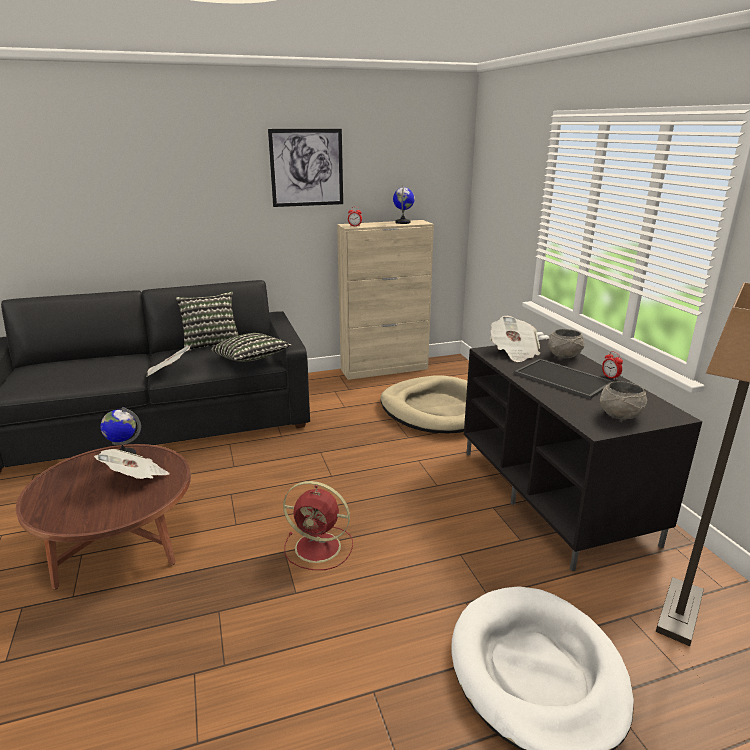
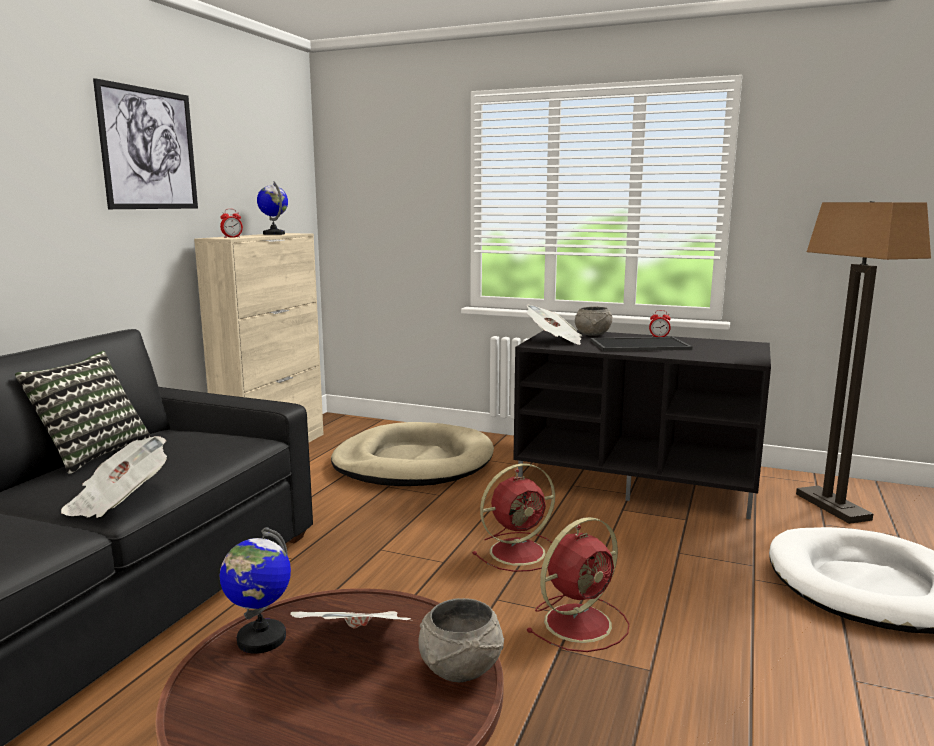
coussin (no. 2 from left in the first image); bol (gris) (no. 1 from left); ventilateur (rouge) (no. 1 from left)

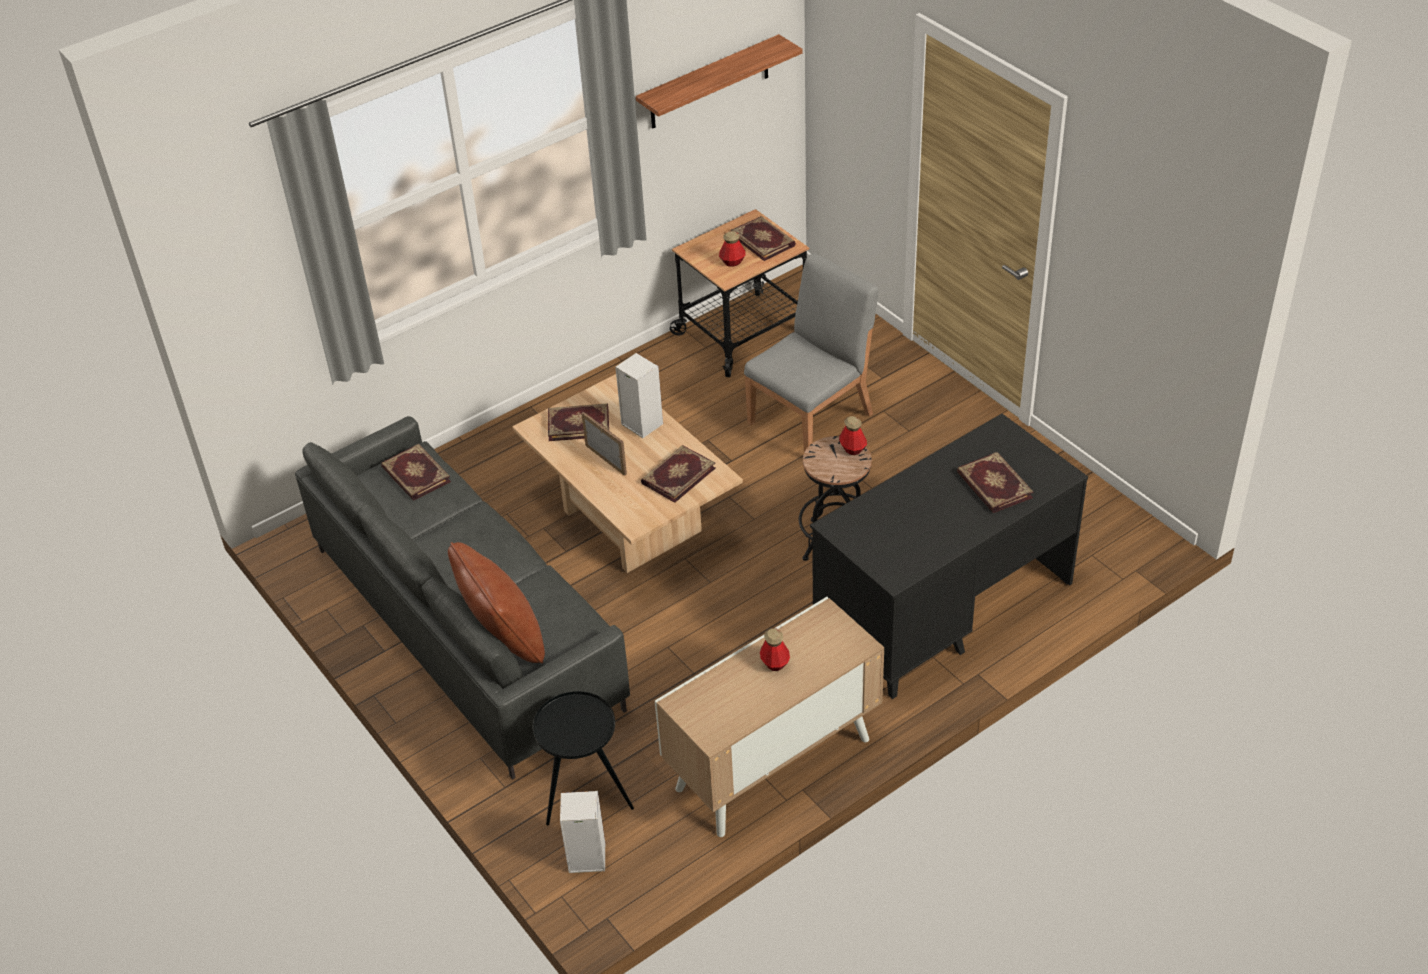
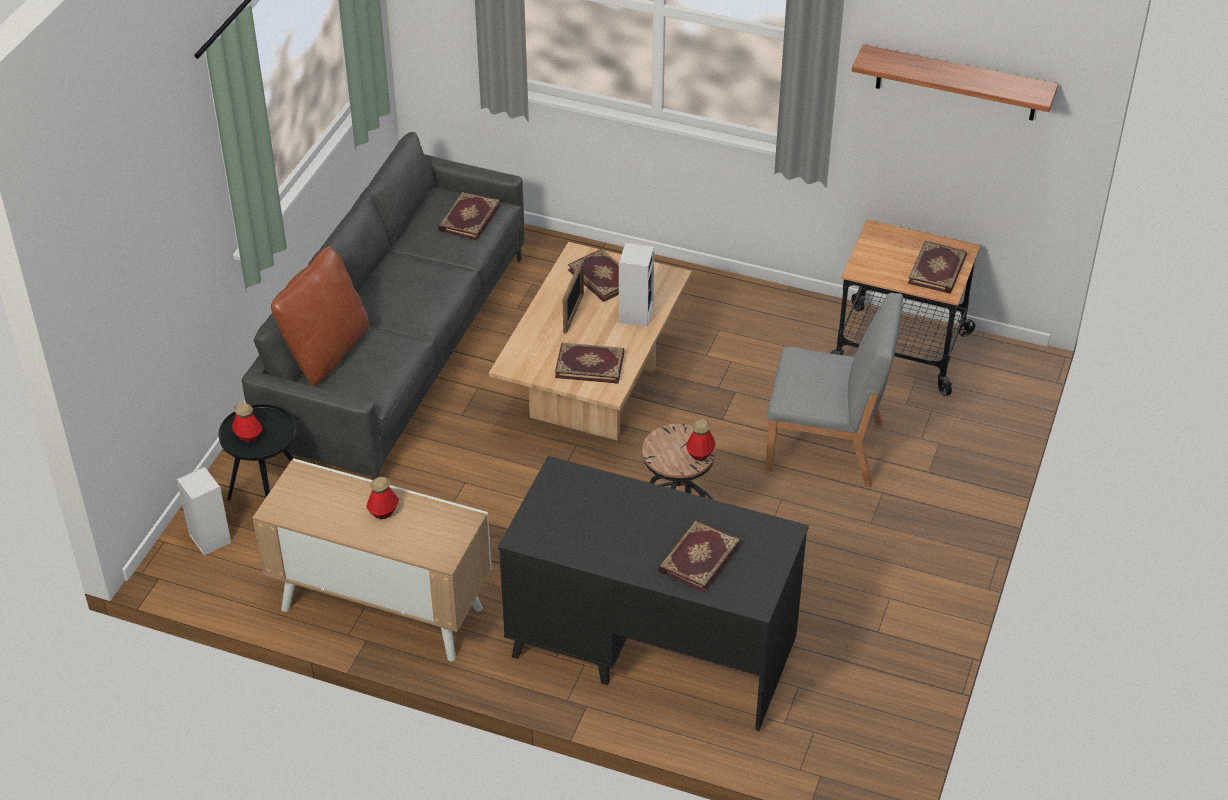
bouteille (no. 1 from left)

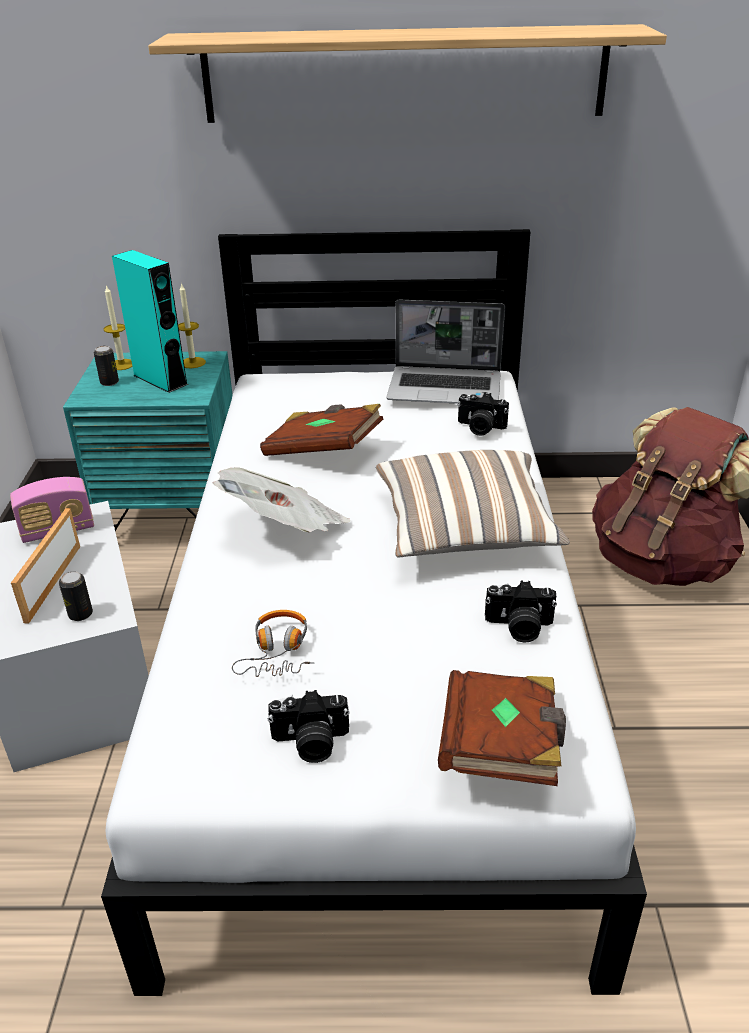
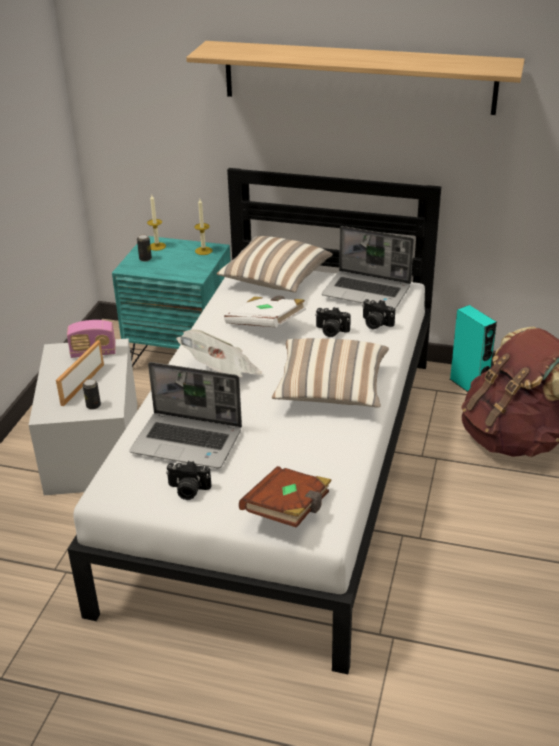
enceinte (turquoise); livre (blanc); appareil photo (no. 2 from left); ordinateur portable (no. 1 from left); coussin (no. 1 from left)

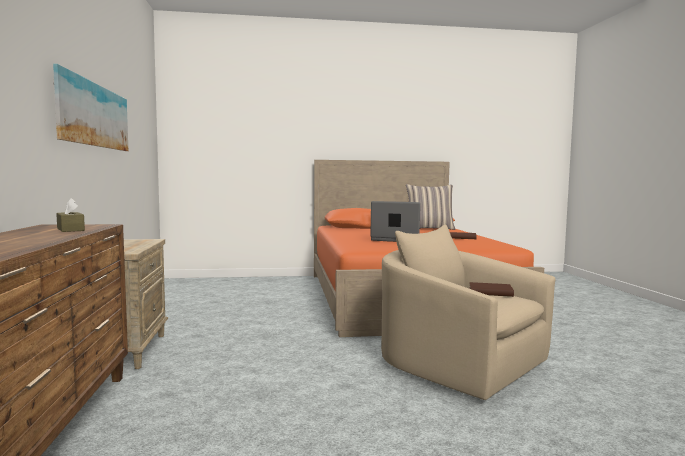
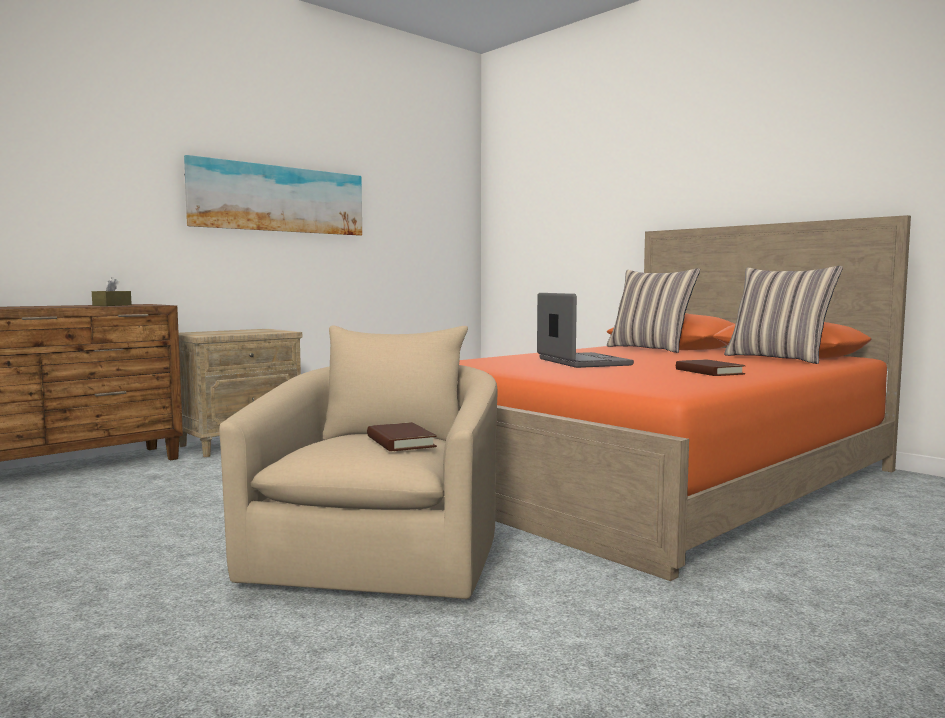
coussin (no. 1 from left)

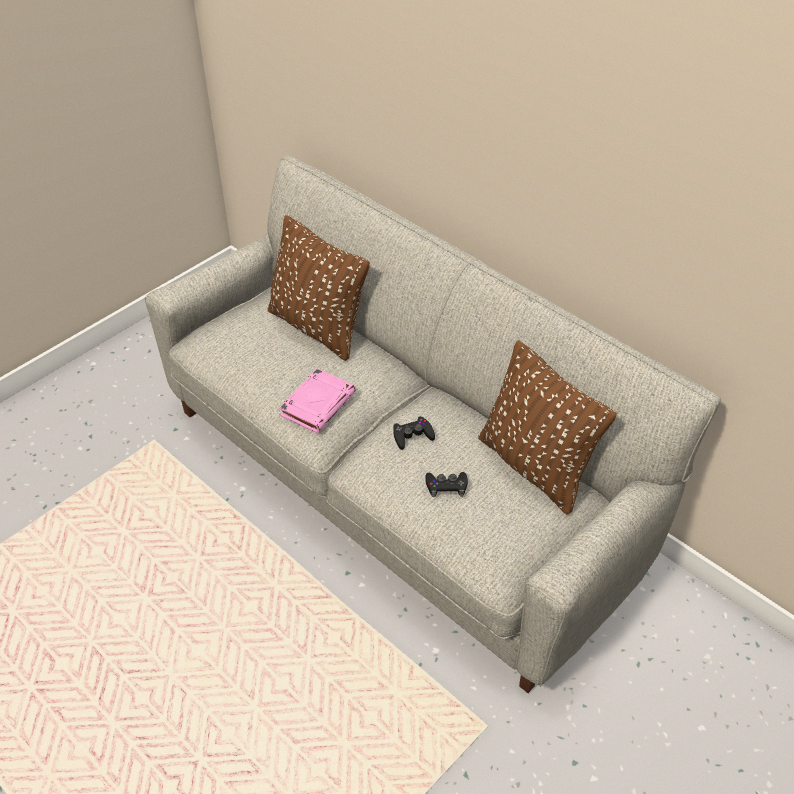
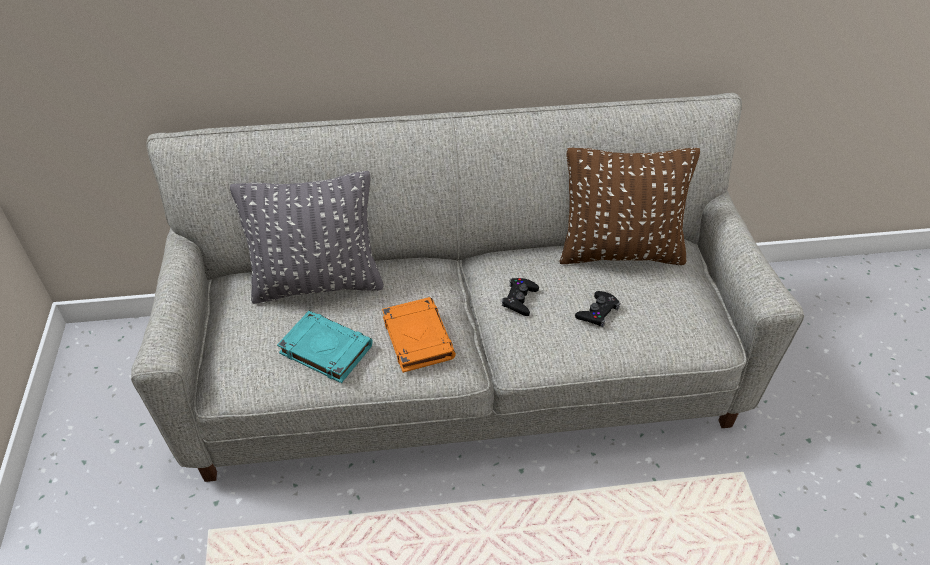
coussin (gris); livre (orange); livre (turquoise)

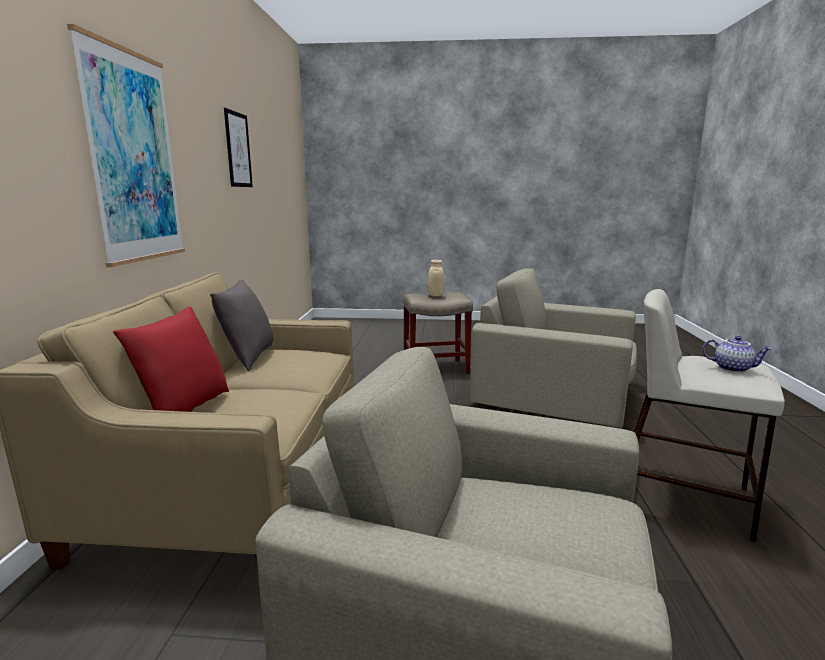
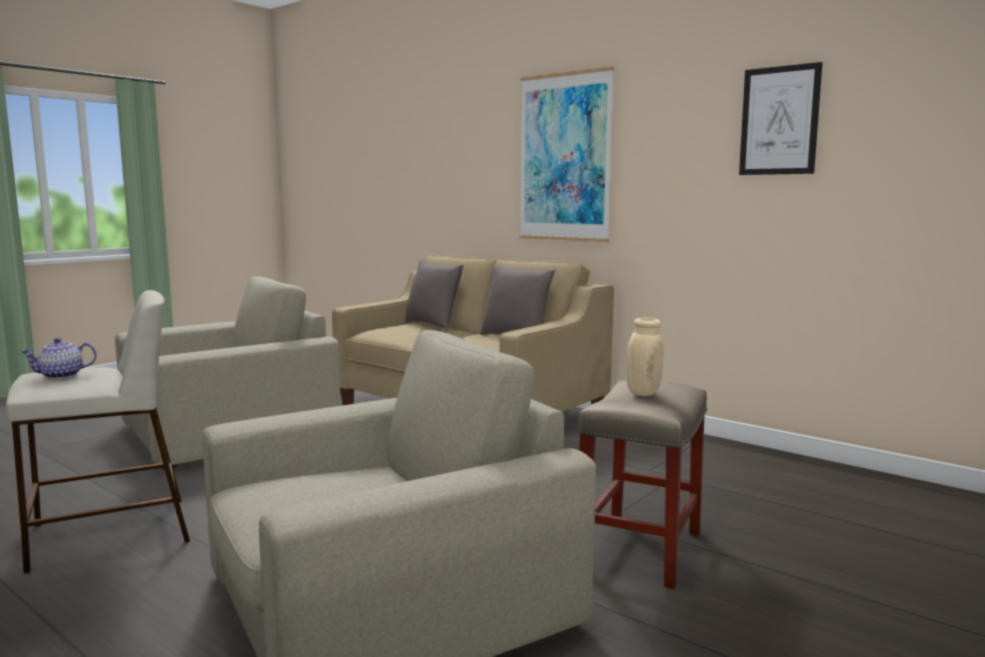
coussin (gris) (no. 1 from left)

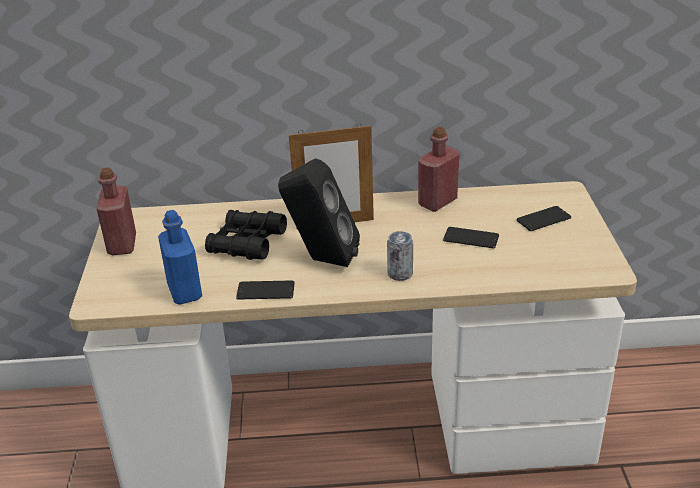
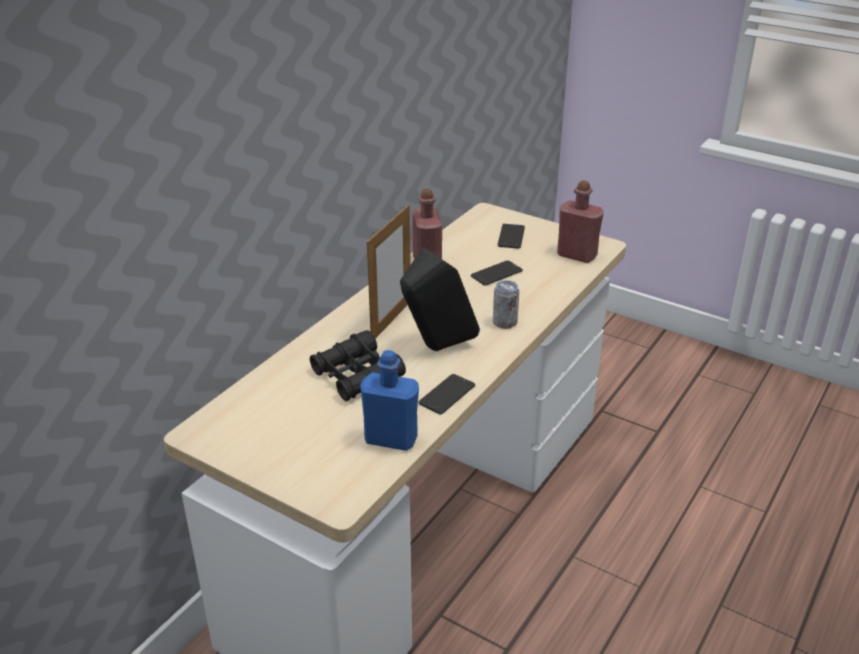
bouteille (rouge) (no. 2 from left)

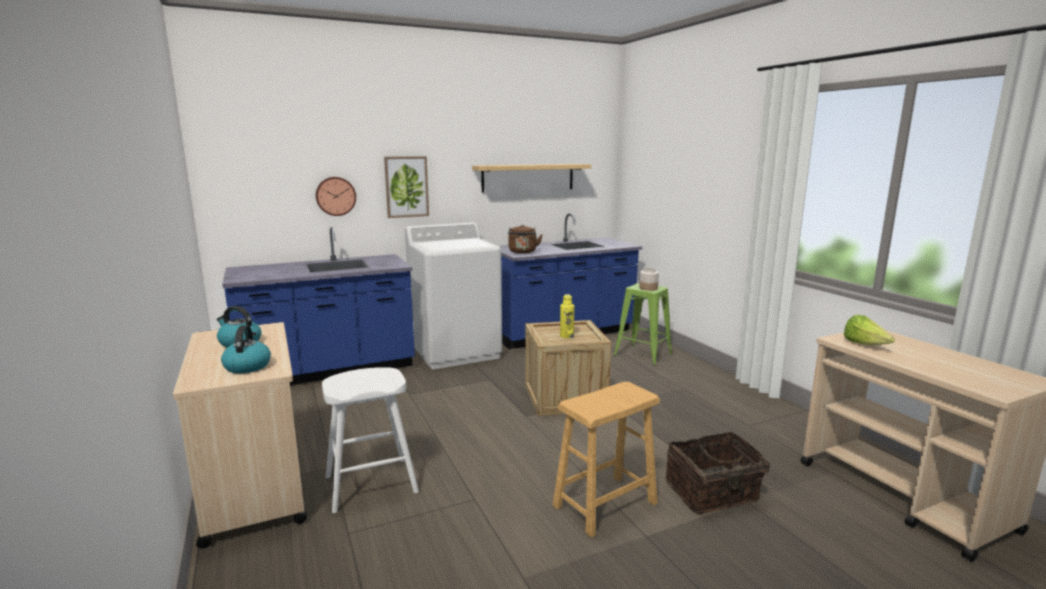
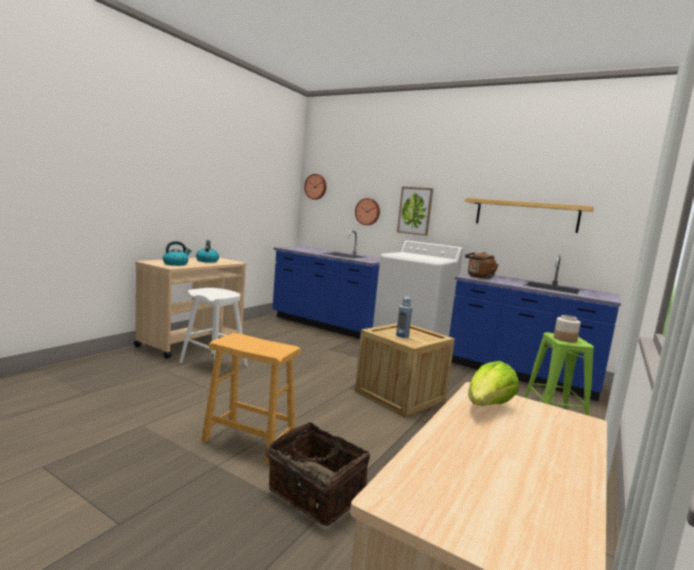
bouteille (bleu); horloge murale (no. 1 from left)

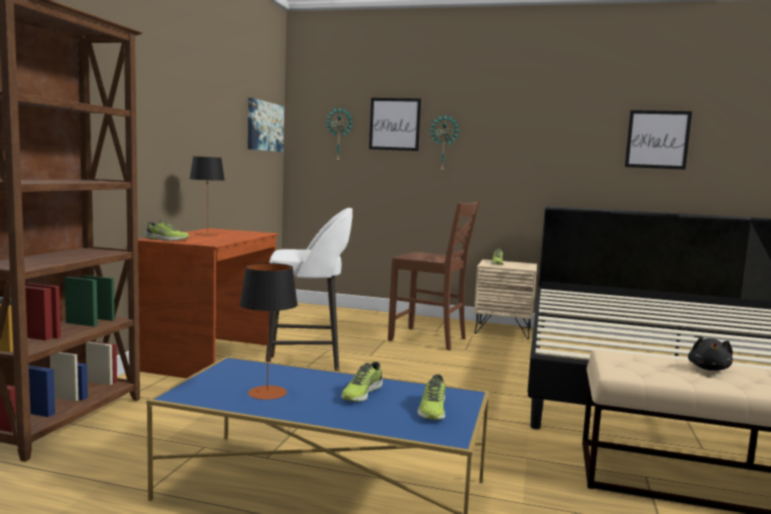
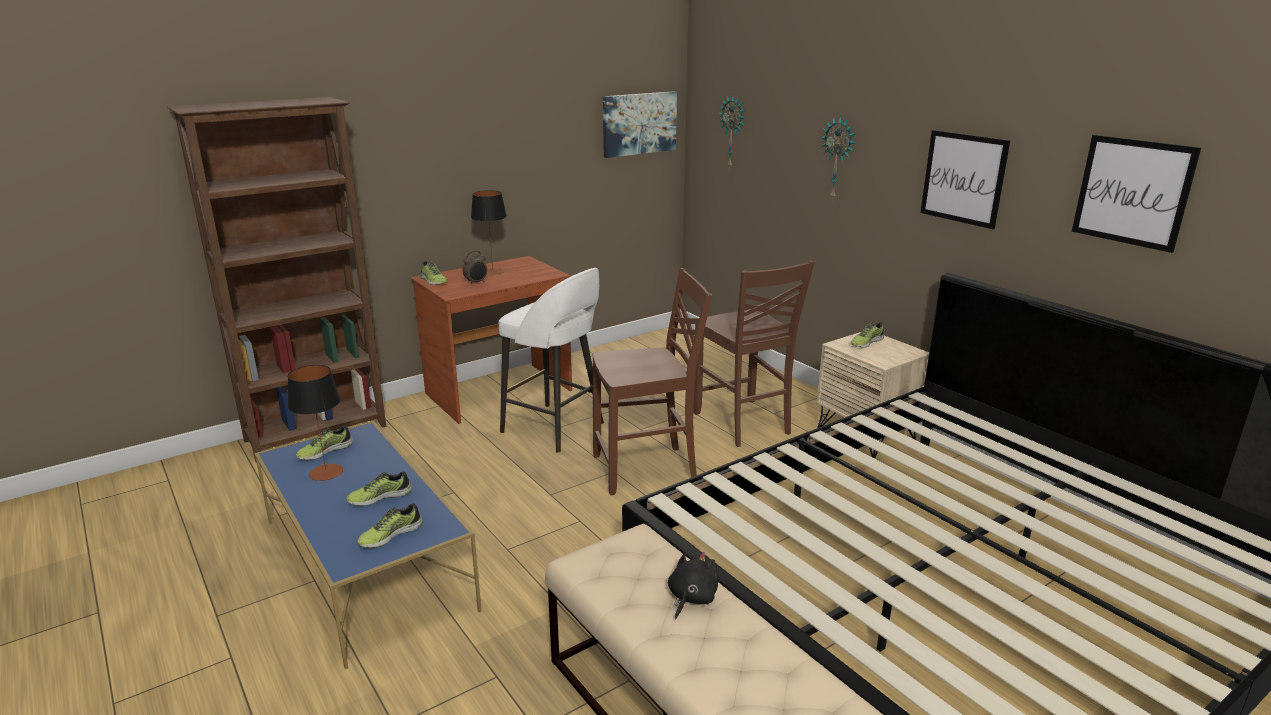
tableau (no. 2 from left); peluche (noir); réveil; chaise (marron) (no. 1 from left); chaussure (no. 1 from left)

